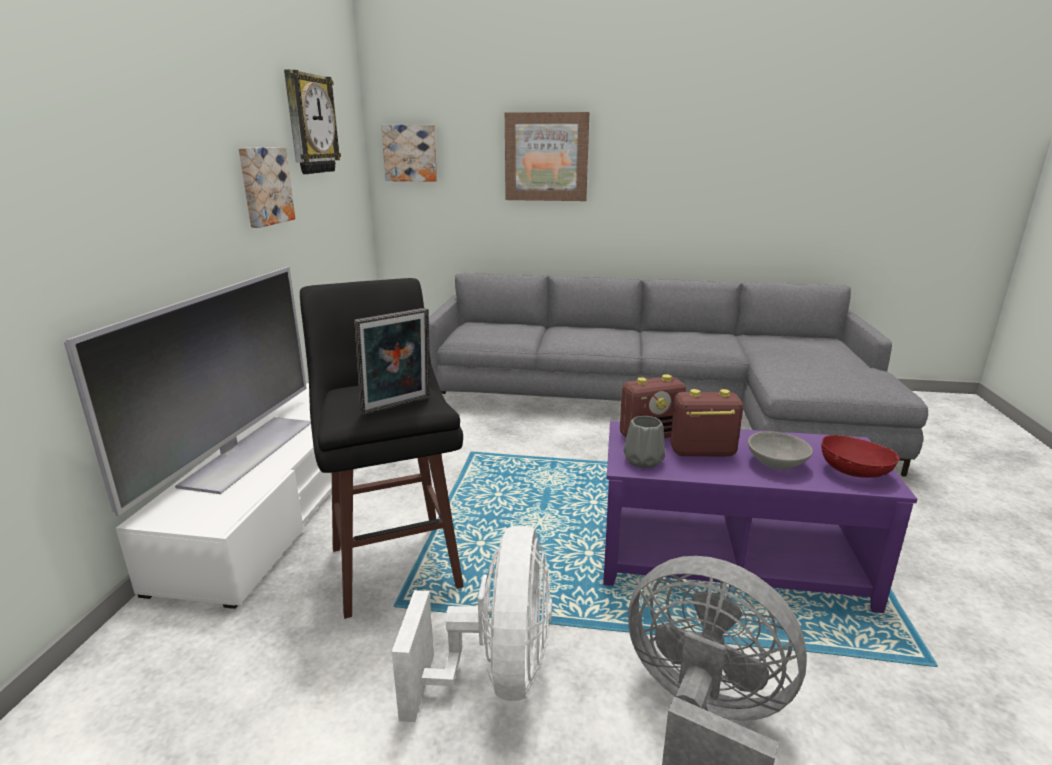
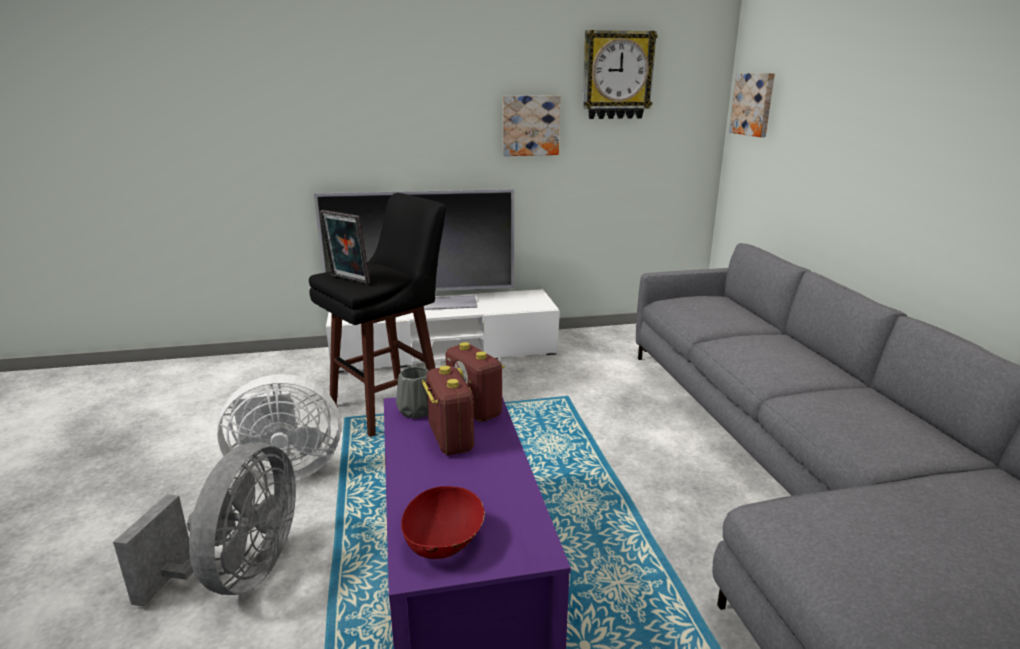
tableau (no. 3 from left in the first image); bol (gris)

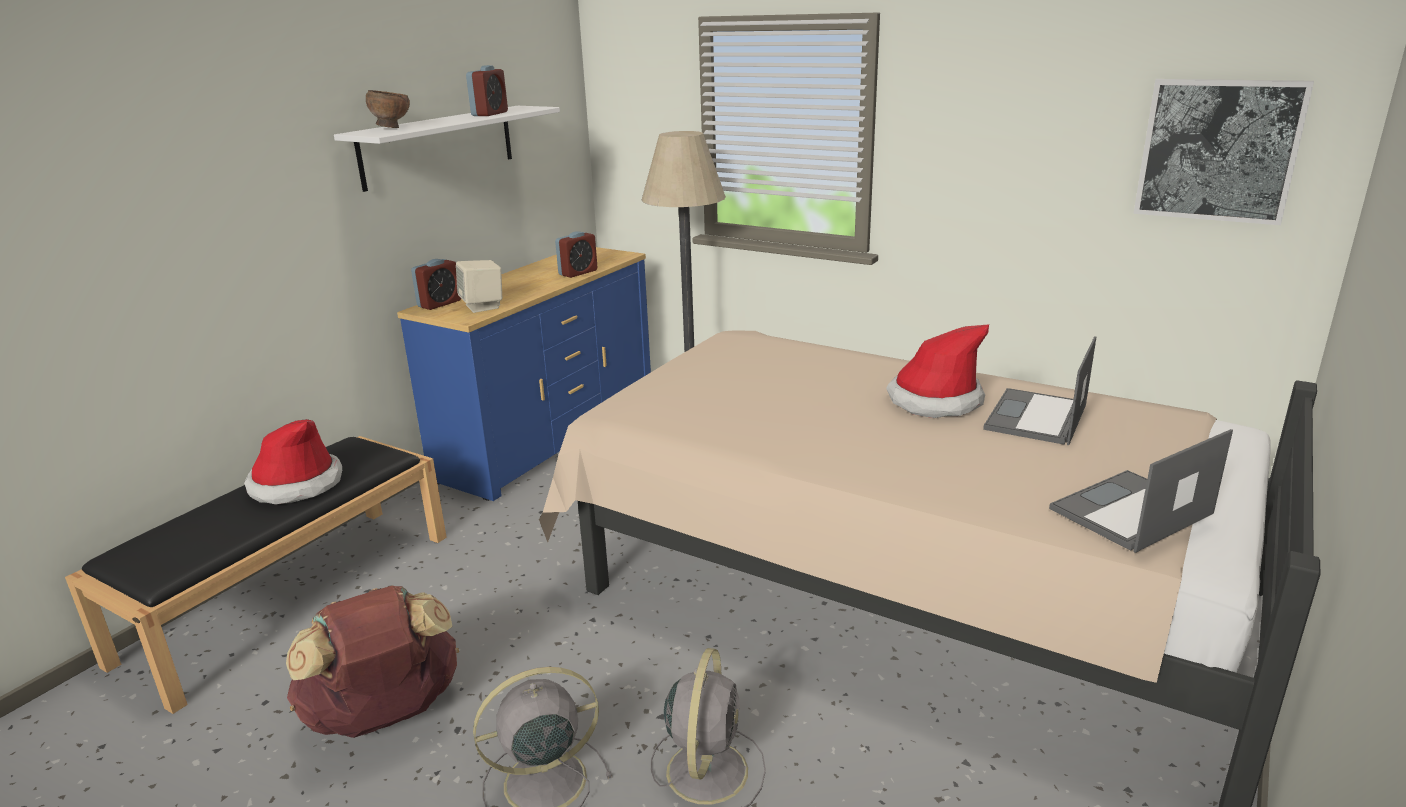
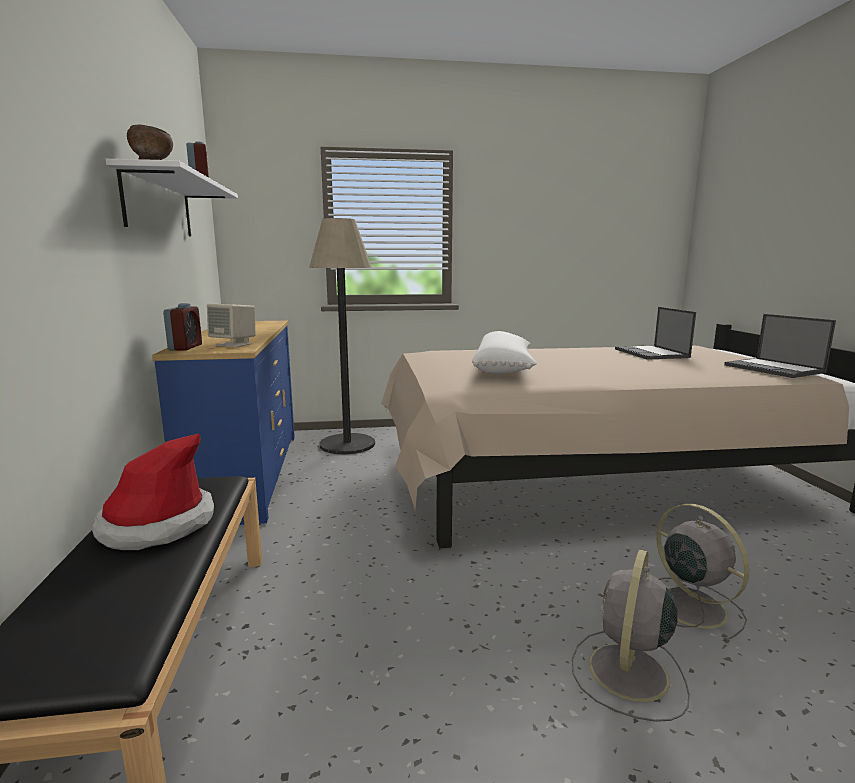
tableau; réveil (no. 3 from left in the first image); chapeau (no. 2 from left in the first image); ordinateur portable (no. 2 from left); sac à dos (marron); coussin (blanc)

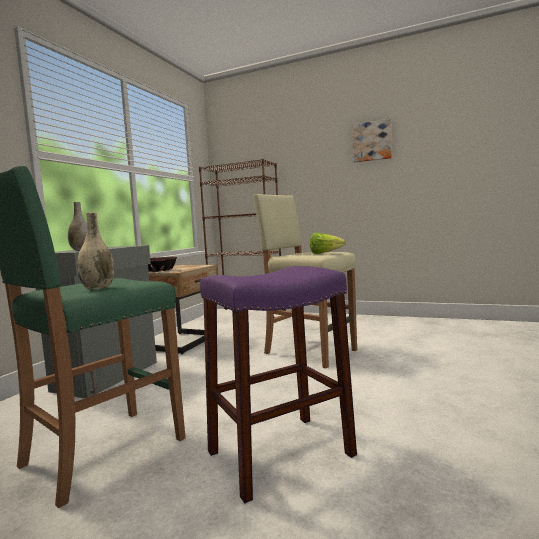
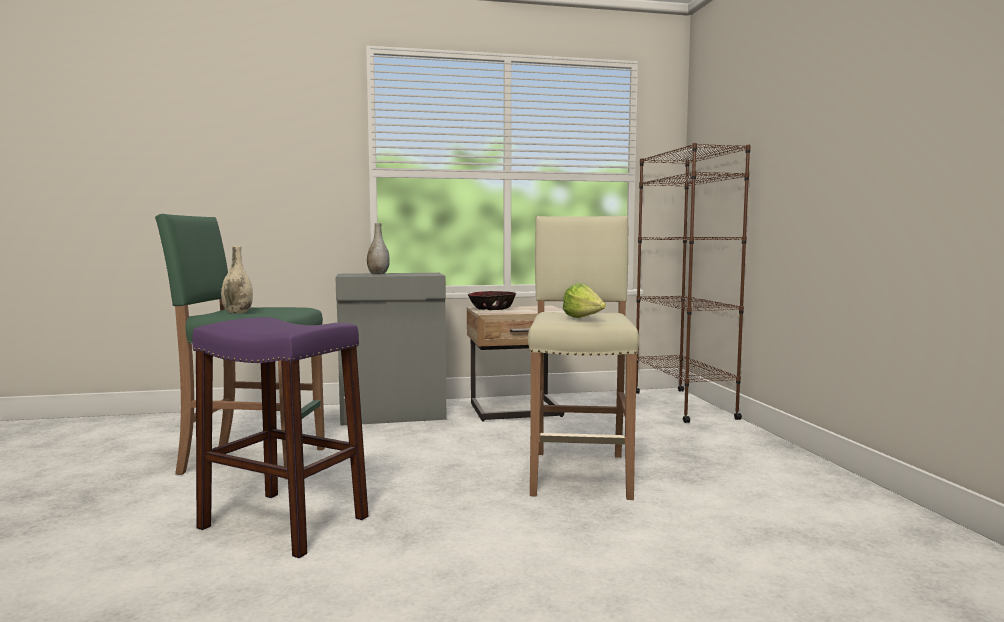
tableau

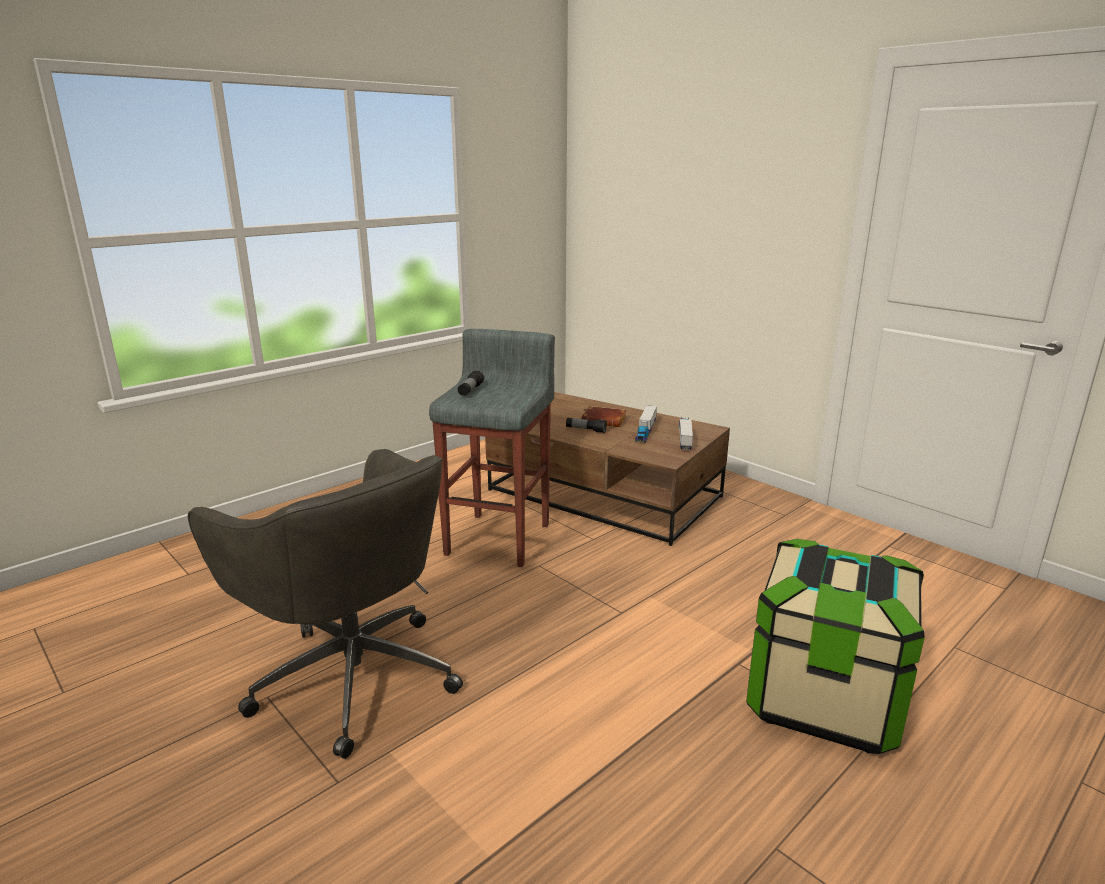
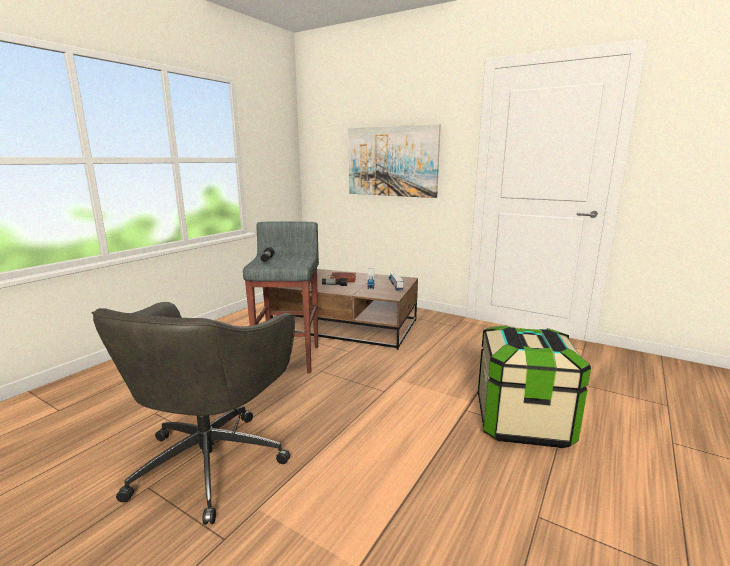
chaise de bureau (gris); tableau

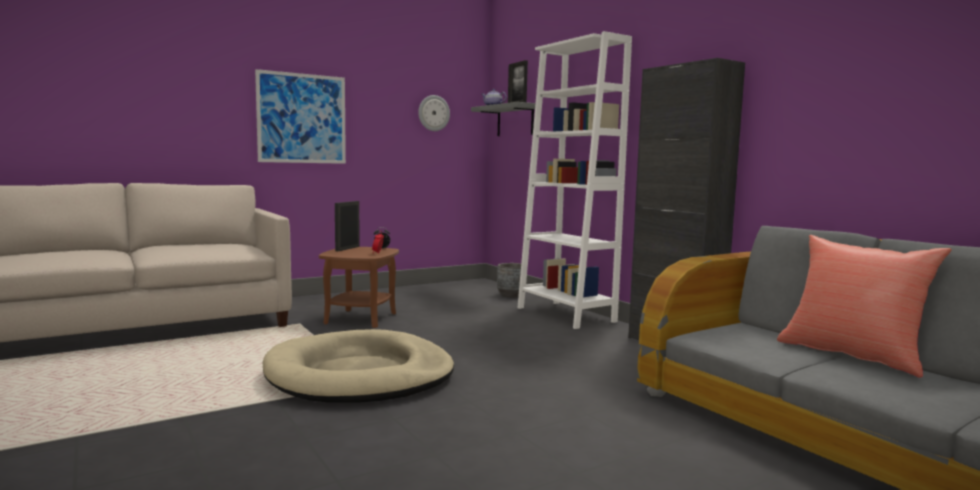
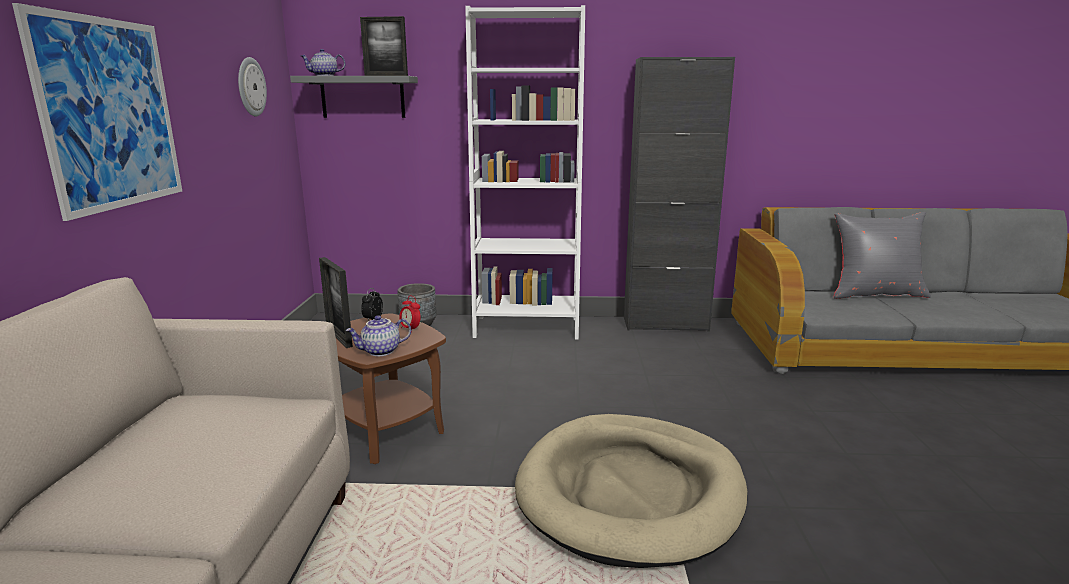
coussin (gris); théière (no. 2 from left)

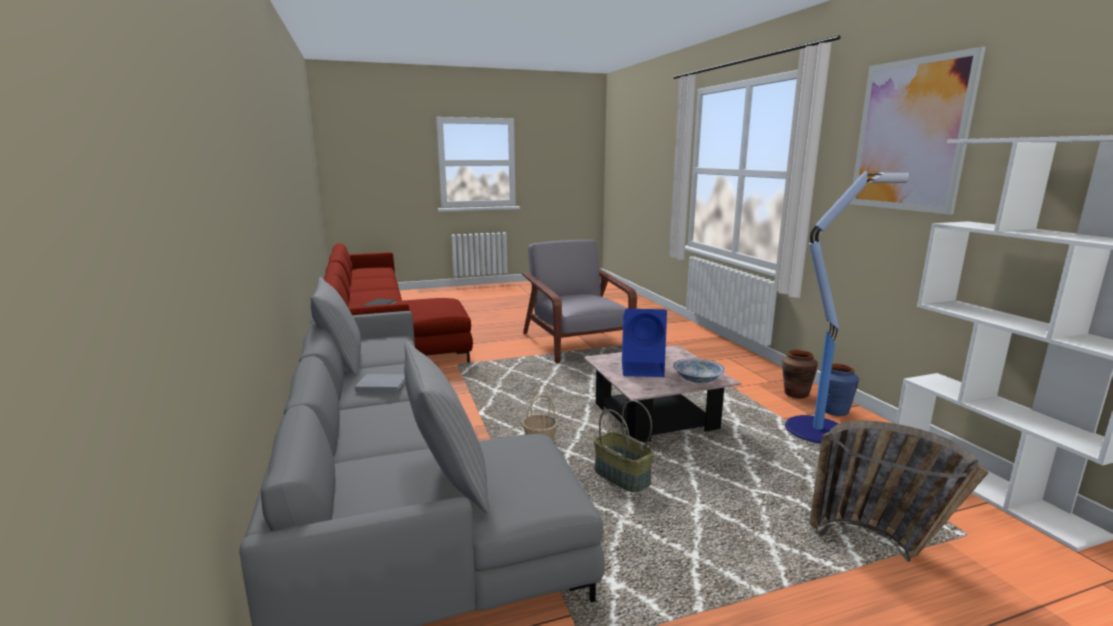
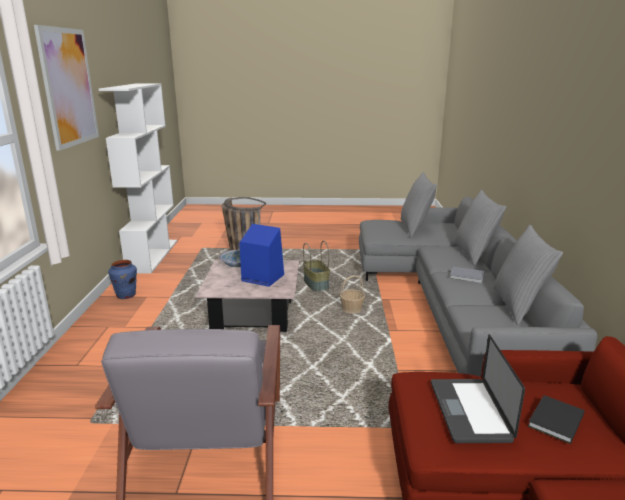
lampadaire; vase (marron); coussin (gris) (no. 2 from left); ordinateur portable

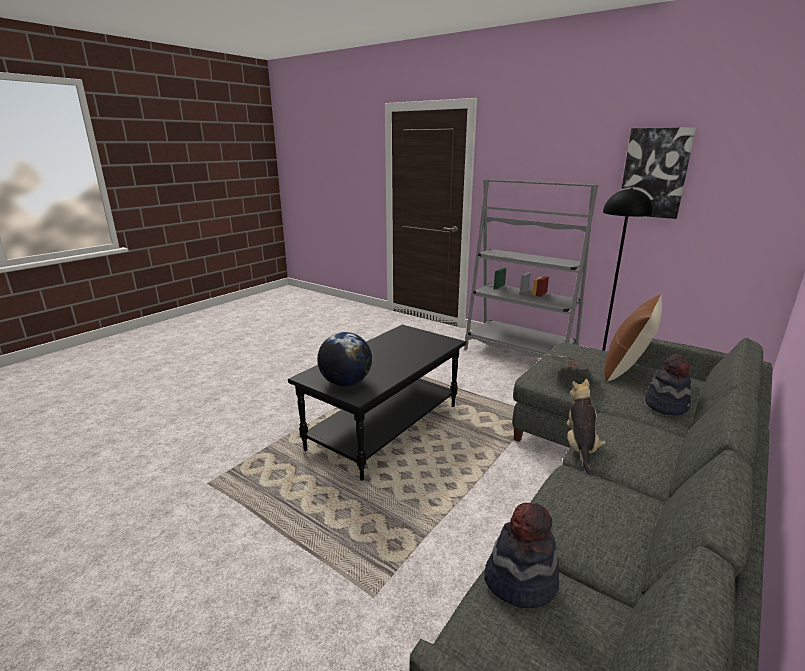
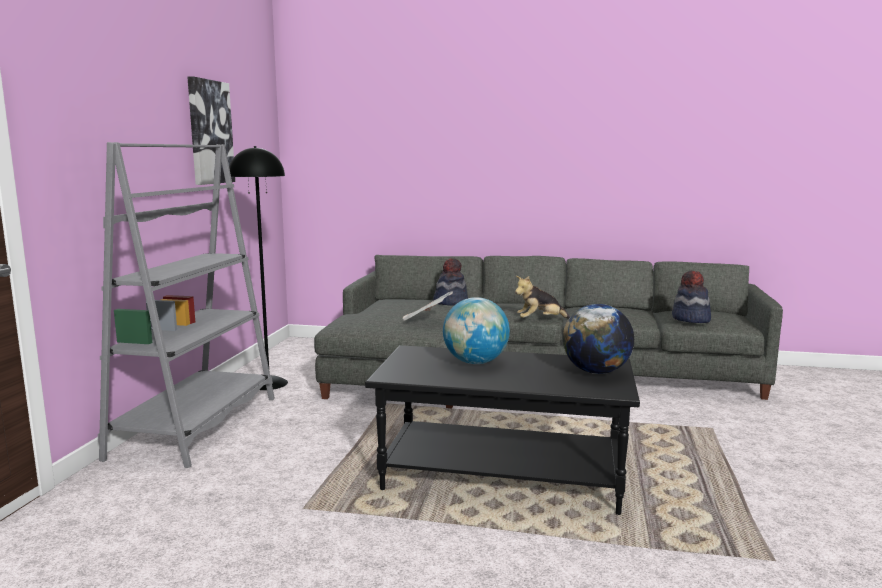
coussin (marron); globe (no. 1 from left)

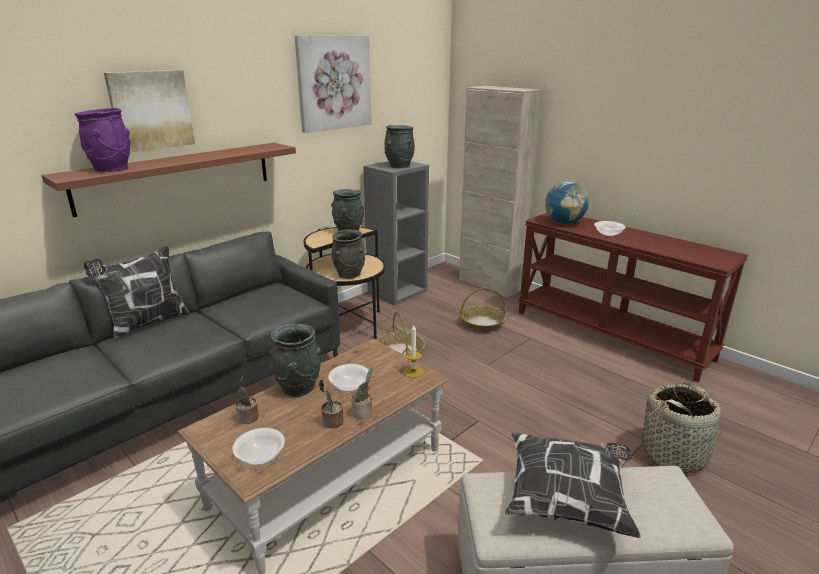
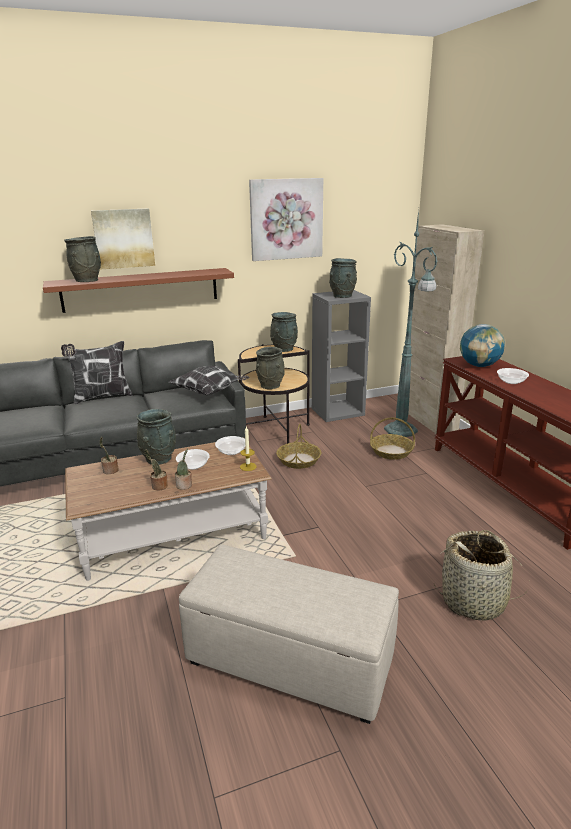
vase (gris) (no. 1 from left); bol (no. 2 from left); coussin (no. 2 from left); lampadaire (vert)

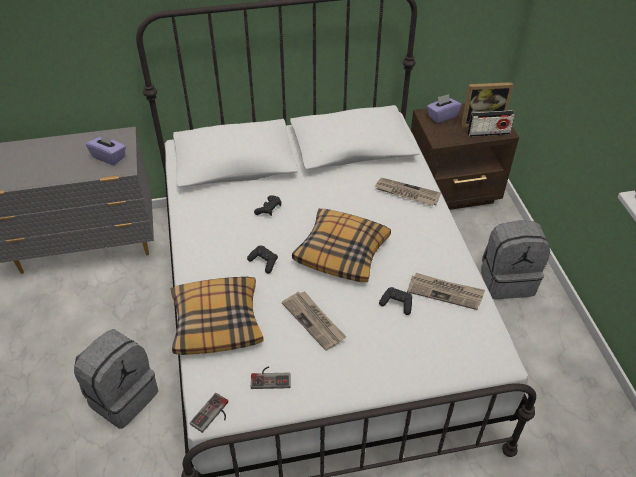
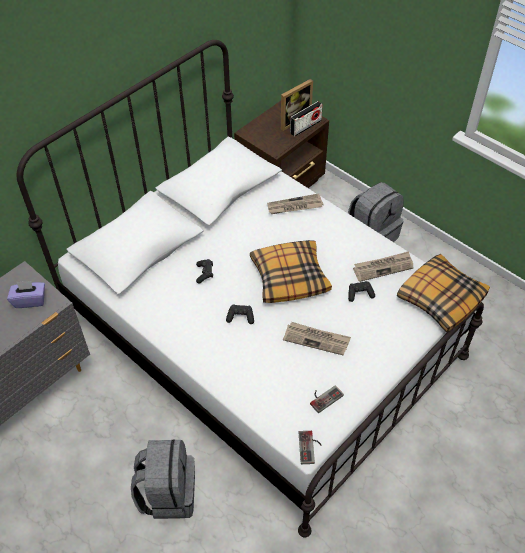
boîte à mouchoirs (violet) (no. 2 from left in the first image); coussin (no. 2 from left)

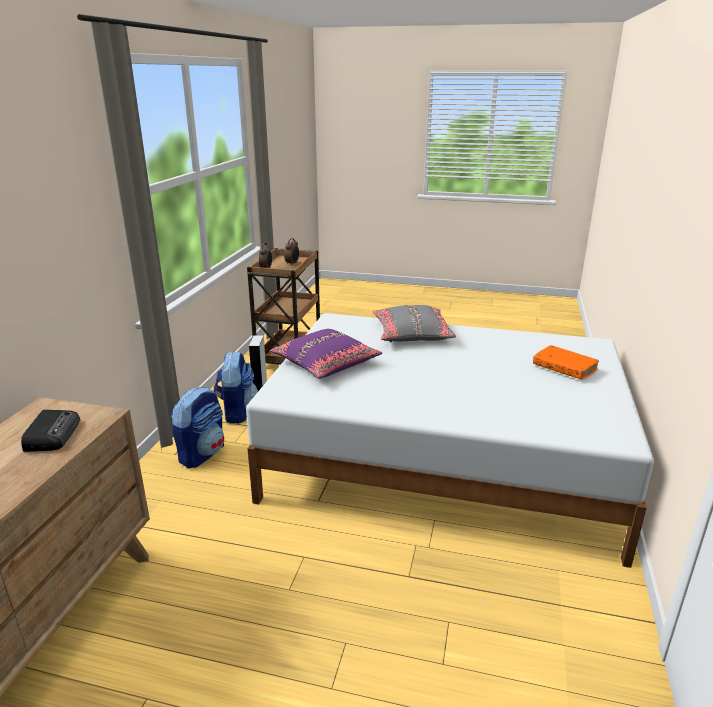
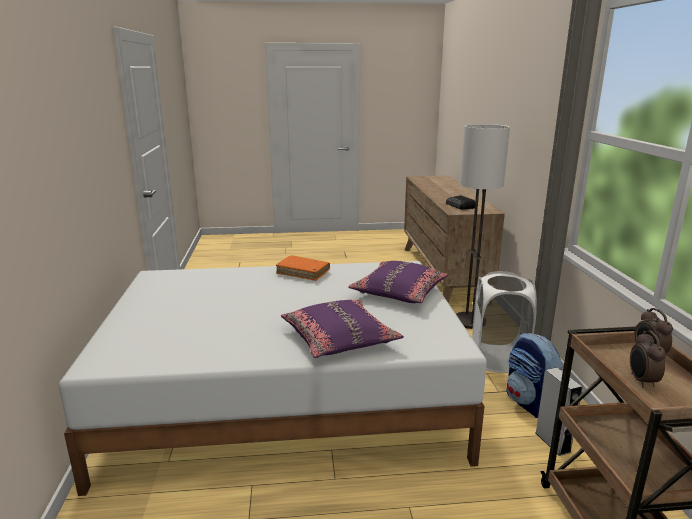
coussin (violet) (no. 1 from left); livre (orange); panier à linge (blanc); lampadaire

